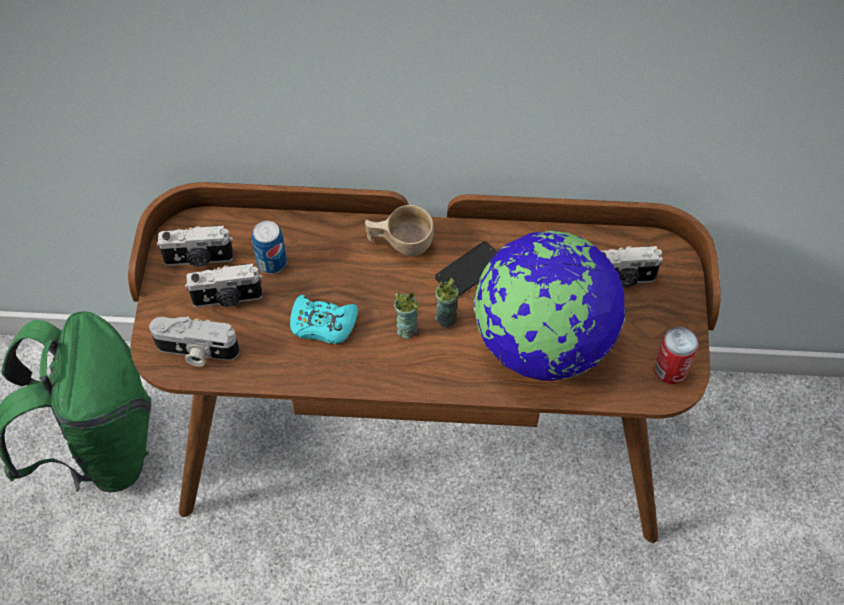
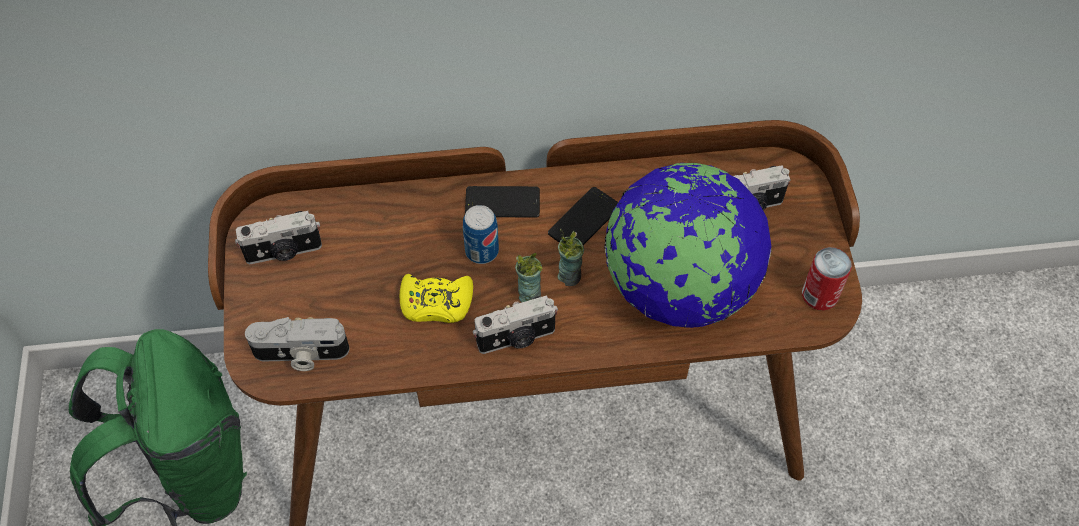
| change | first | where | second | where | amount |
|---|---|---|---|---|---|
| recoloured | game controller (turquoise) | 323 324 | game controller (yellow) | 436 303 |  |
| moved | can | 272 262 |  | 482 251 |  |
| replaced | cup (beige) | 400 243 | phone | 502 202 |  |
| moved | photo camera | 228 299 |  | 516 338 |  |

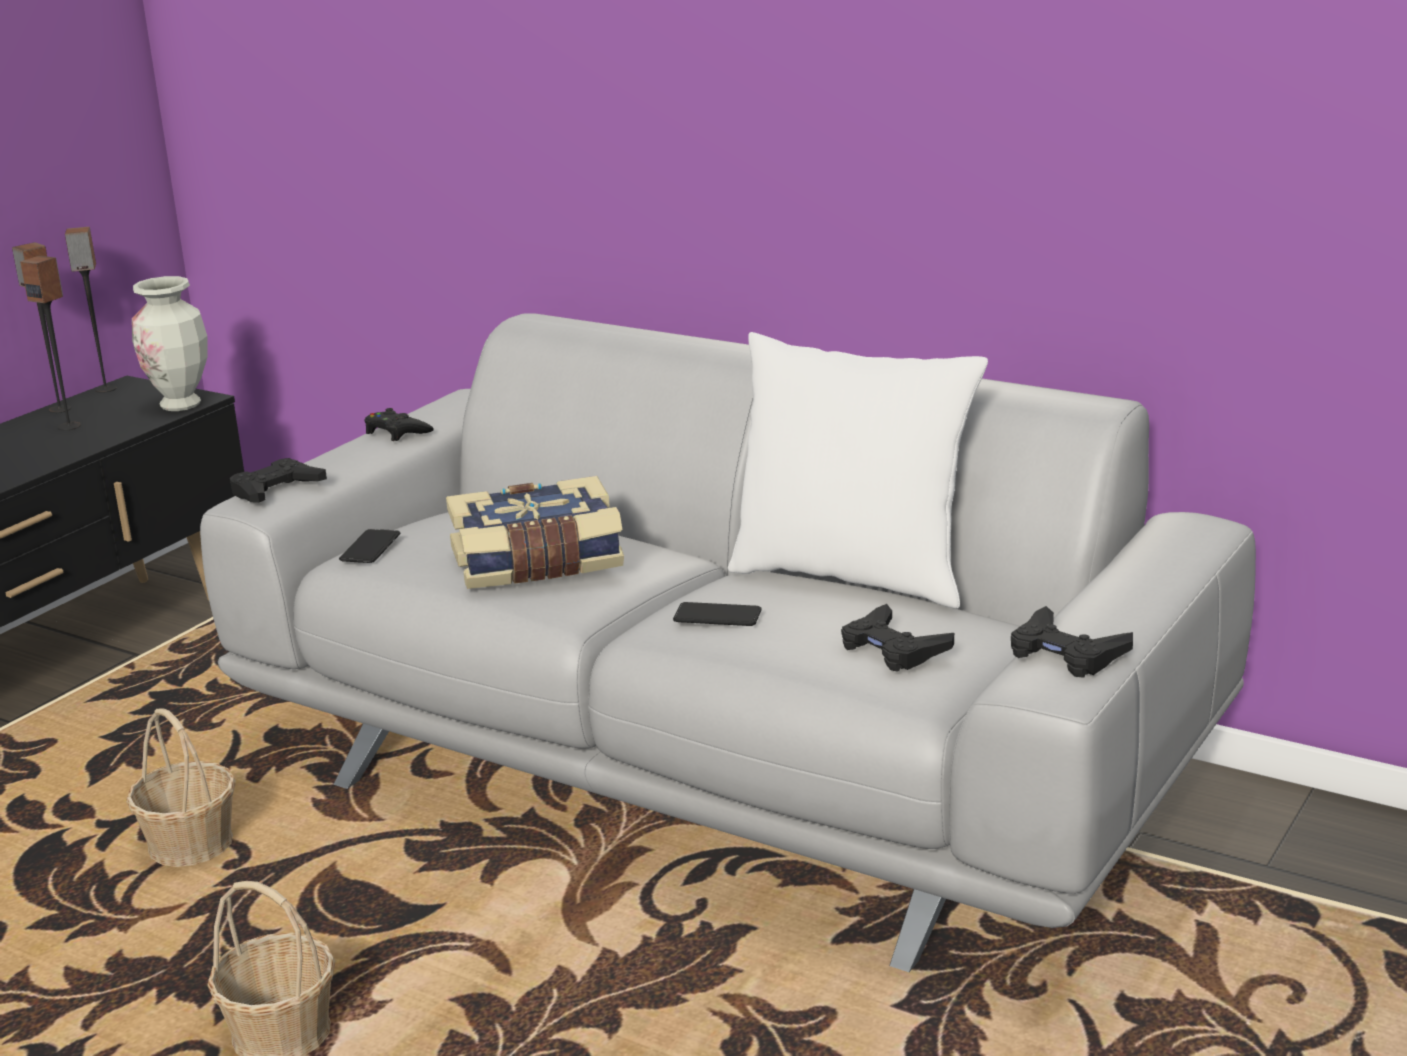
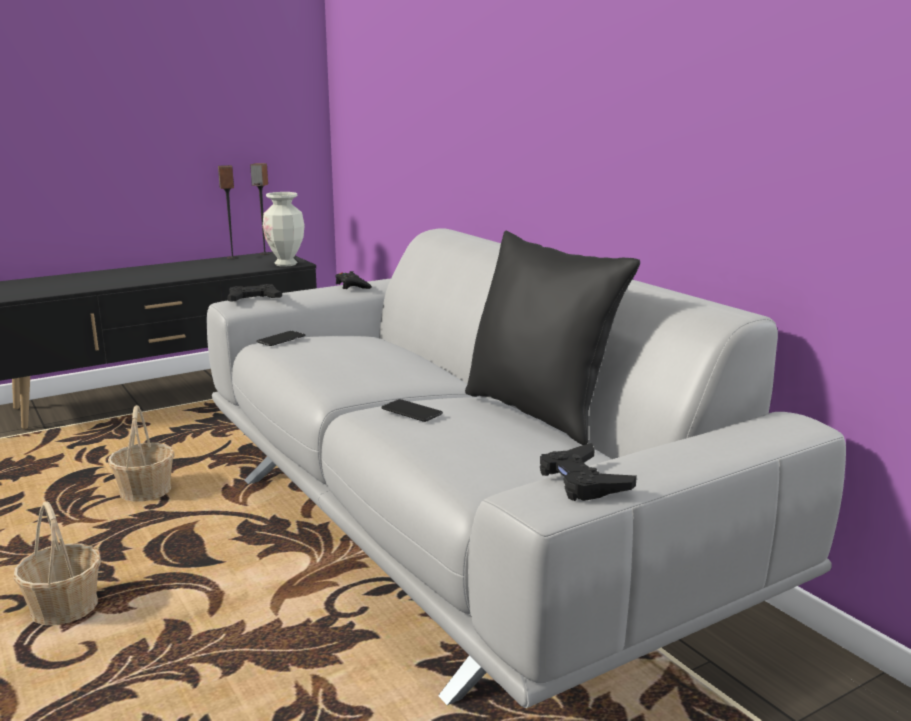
| change | first | where | second | where | amount |
|---|---|---|---|---|---|
| recoloured | pillow (white) | 853 576 | pillow (black) | 540 412 |  |
| removed | speaker | 69 426 |  |  |  |
| removed | book | 537 562 |  |  |  |
| removed | game controller (black) | 893 648 |  |  |  |

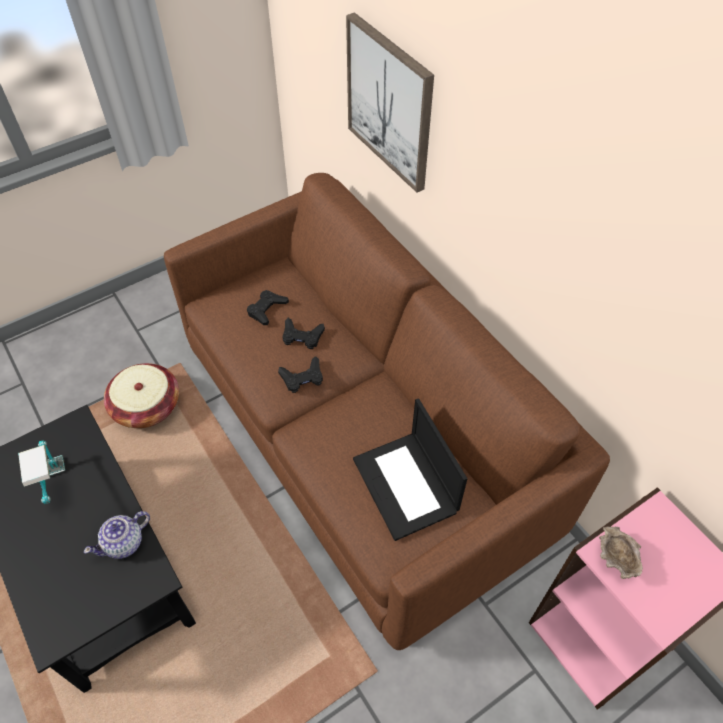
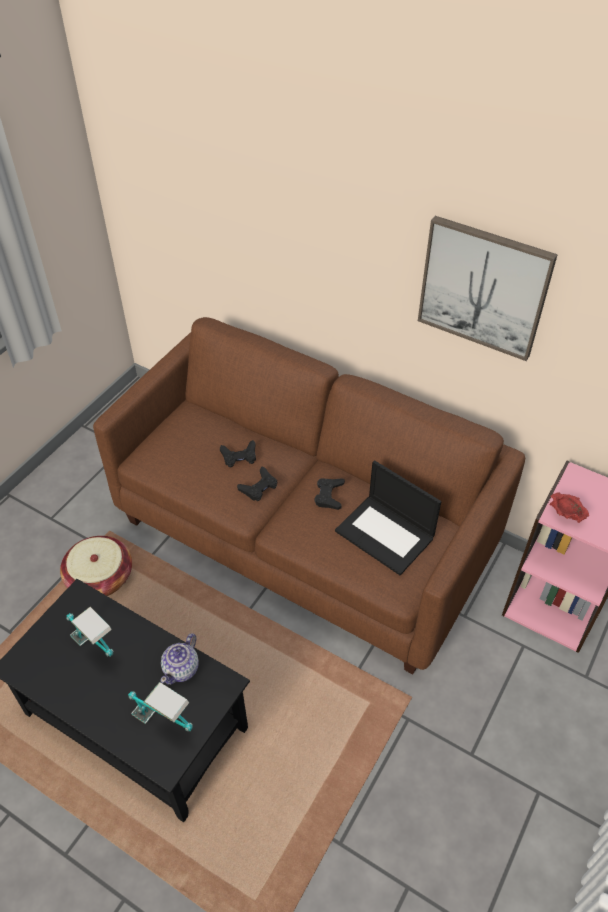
| change | first | where | second | where | amount |
|---|---|---|---|---|---|
| added |  |  | table lamp | 165 727 |  |
| moved | game controller (black) | 267 309 |  | 329 495 |  |
| moved | picture | 390 103 |  | 483 288 |  |
| recoloured | bowl (beige) | 615 559 | bowl (red) | 565 515 |  |

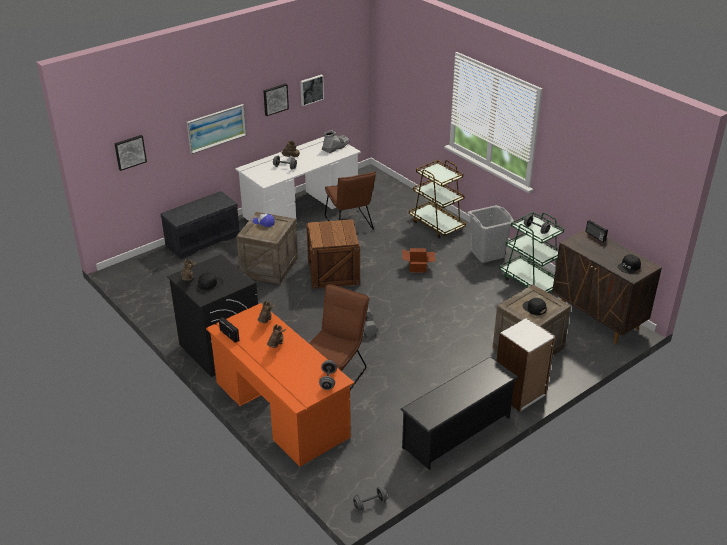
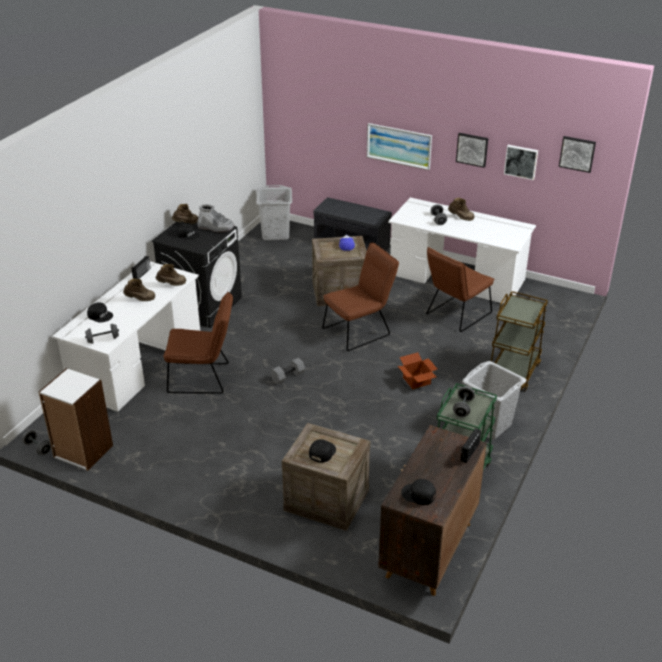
| change | first | where | second | where | amount |
|---|---|---|---|---|---|
| moved | bookcase (white) | 519 394 |  | 83 452 |  |
| recoloured | desk (orange) | 281 410 | desk (white) | 137 362 |  |
| added |  |  | cap (black) | 100 315 |  |
| moved | boot (grey) | 335 147 |  | 216 228 |  |
| added |  |  | laundry basket (grey) | 276 234 |  |
| replaced | crate | 333 273 | chair (brown) | 360 330 |  |
| moved | picture | 130 152 |  | 577 153 |  |
| removed | shoe rack (black) | 457 432 |  |  |  |

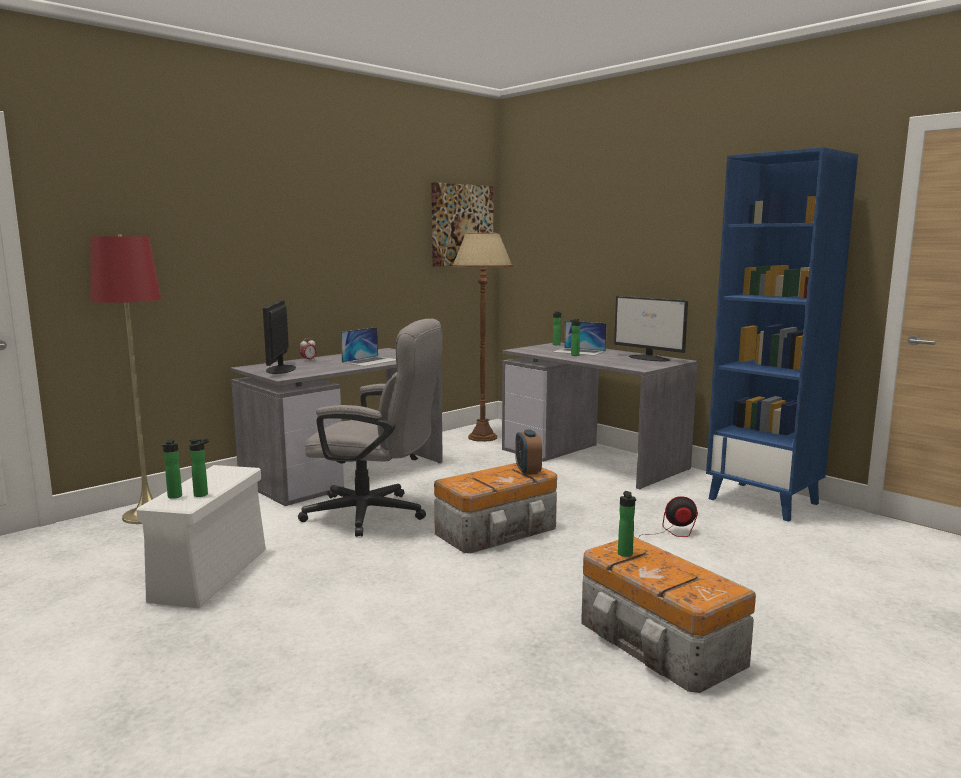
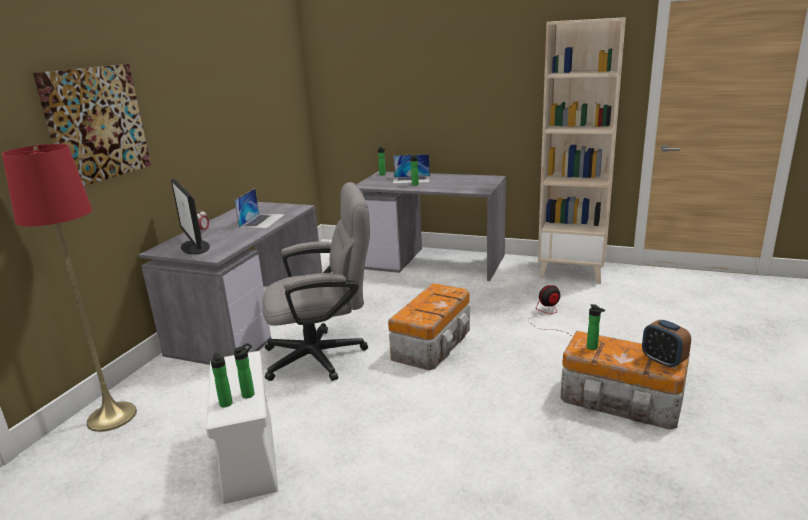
| change | first | where | second | where | amount |
|---|---|---|---|---|---|
| moved | picture | 461 225 |  | 95 124 |  |
| recoloured | bookcase (blue) | 764 501 | bookcase (beige) | 572 271 |  |
| moved | alarm clock | 528 471 |  | 663 361 |  |
| removed | floor lamp (brown) | 482 437 |  |  |  |
| removed | monitor | 649 358 |  |  |  |

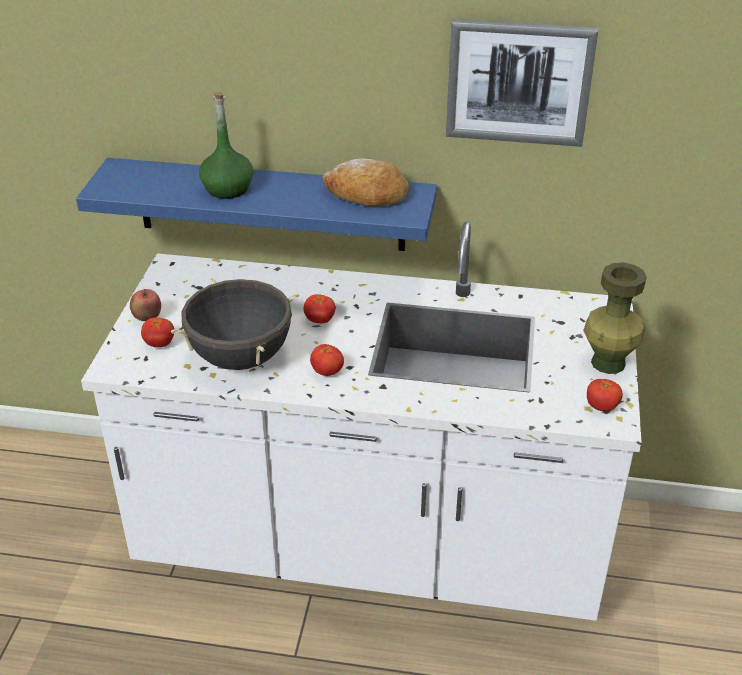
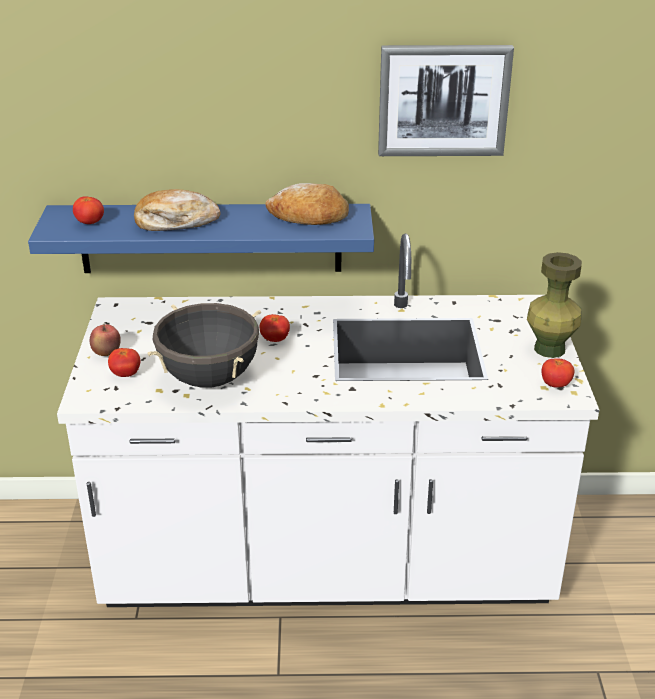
| change | first | where | second | where | amount |
|---|---|---|---|---|---|
| moved | tomato | 327 372 |  | 90 223 |  |
| replaced | bottle (green) | 228 189 | bread | 175 222 |  |

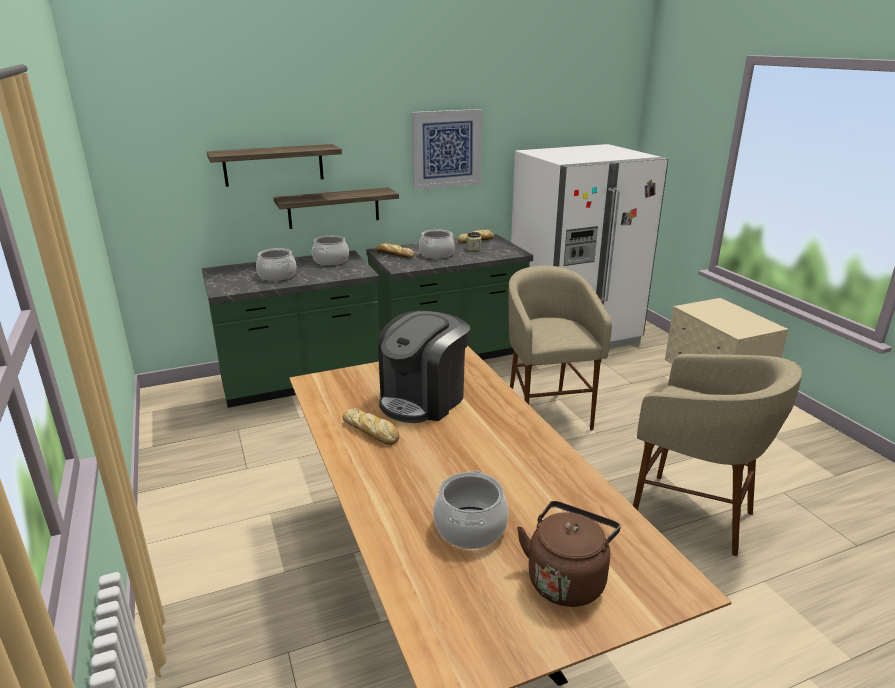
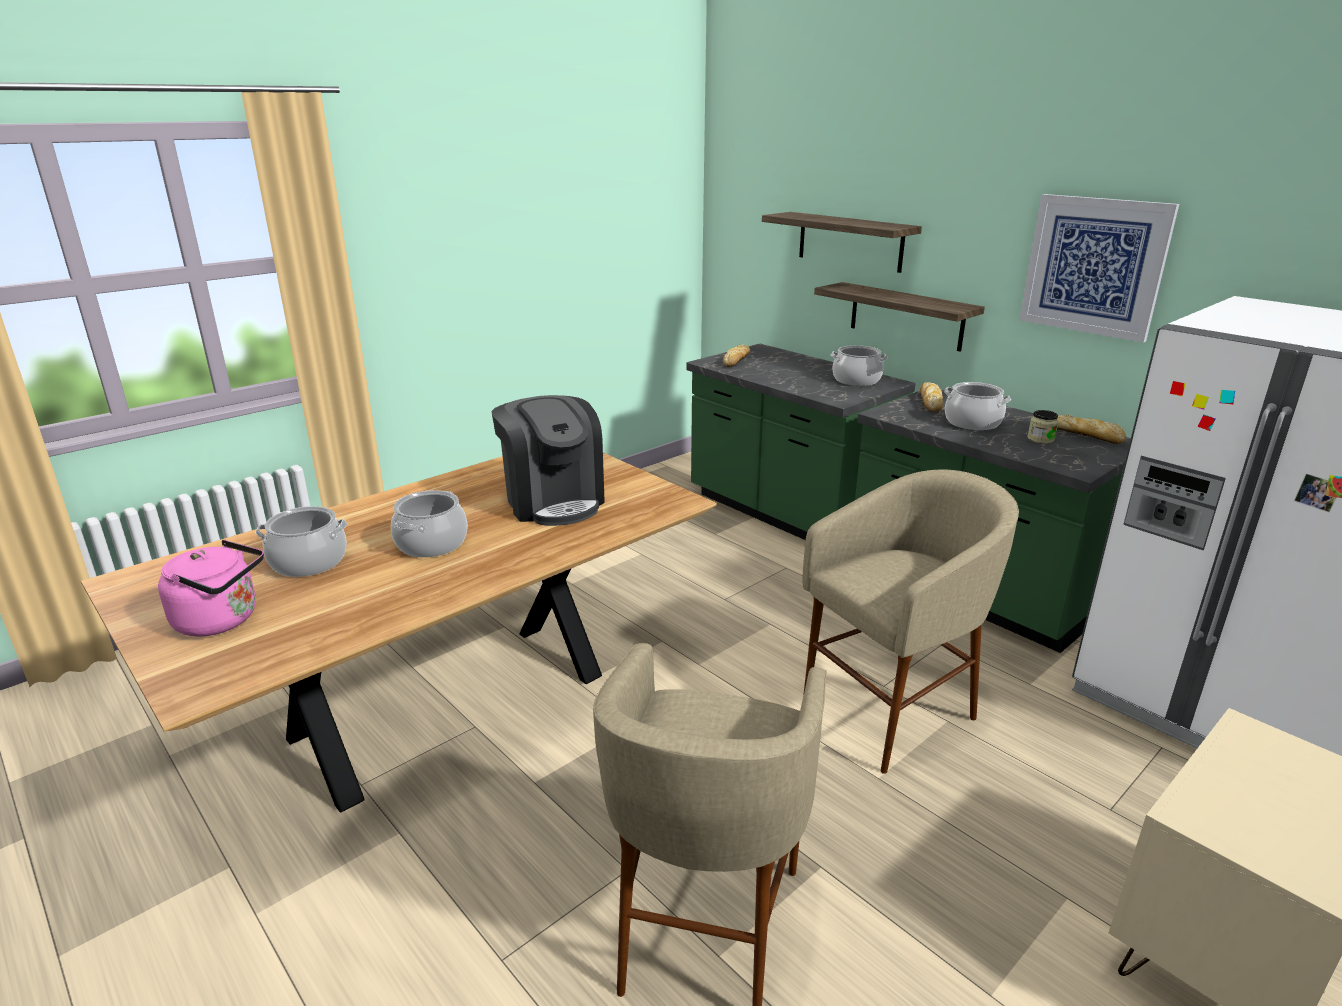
| change | first | where | second | where | amount |
|---|---|---|---|---|---|
| recoloured | kettle (brown) | 567 579 | kettle (pink) | 222 620 |  |
| moved | cooking pot | 277 276 |  | 431 543 |  |
| turned | coffee machine | 423 399 |  | 553 501 | 135 degrees counterclockwise |
| moved | bread | 371 431 |  | 736 360 |  |

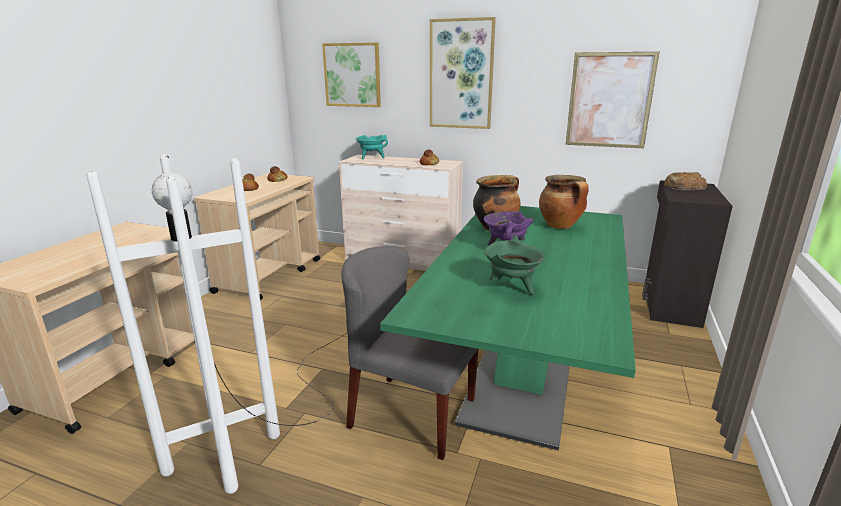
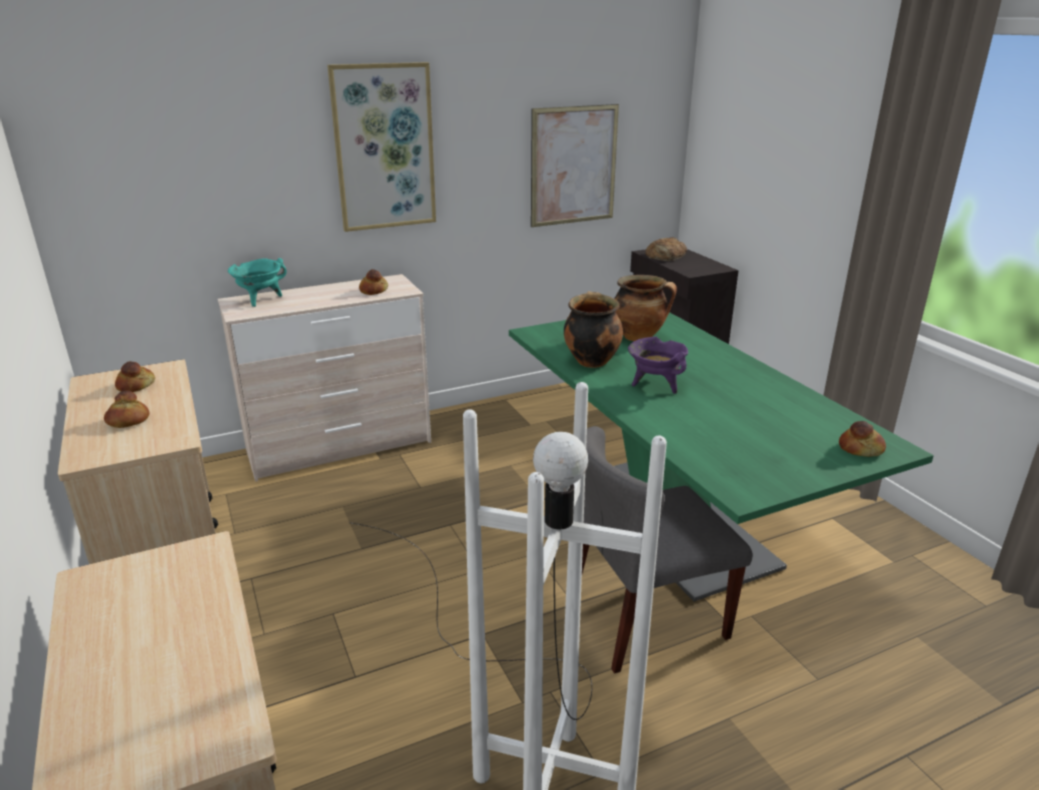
| change | first | where | second | where | amount |
|---|---|---|---|---|---|
| added |  |  | bread | 861 449 |  |
| removed | picture | 352 75 |  |  |  |
| removed | cooking pot (green) | 512 288 |  |  |  |

